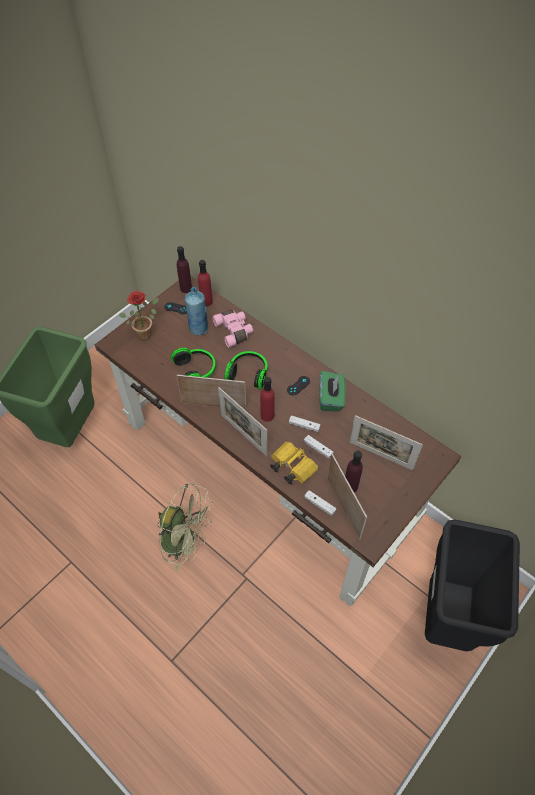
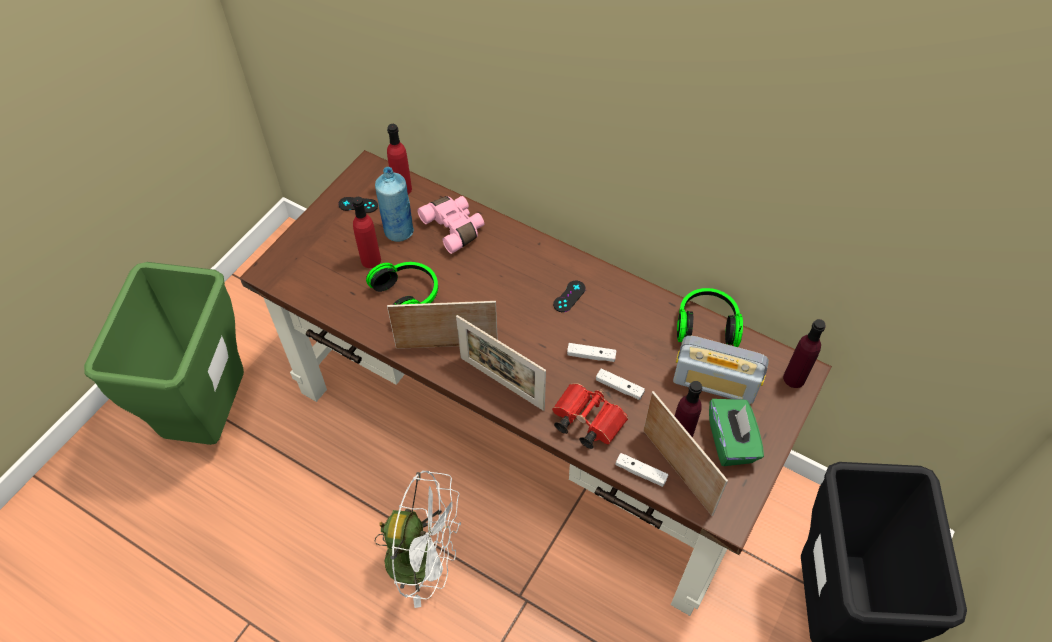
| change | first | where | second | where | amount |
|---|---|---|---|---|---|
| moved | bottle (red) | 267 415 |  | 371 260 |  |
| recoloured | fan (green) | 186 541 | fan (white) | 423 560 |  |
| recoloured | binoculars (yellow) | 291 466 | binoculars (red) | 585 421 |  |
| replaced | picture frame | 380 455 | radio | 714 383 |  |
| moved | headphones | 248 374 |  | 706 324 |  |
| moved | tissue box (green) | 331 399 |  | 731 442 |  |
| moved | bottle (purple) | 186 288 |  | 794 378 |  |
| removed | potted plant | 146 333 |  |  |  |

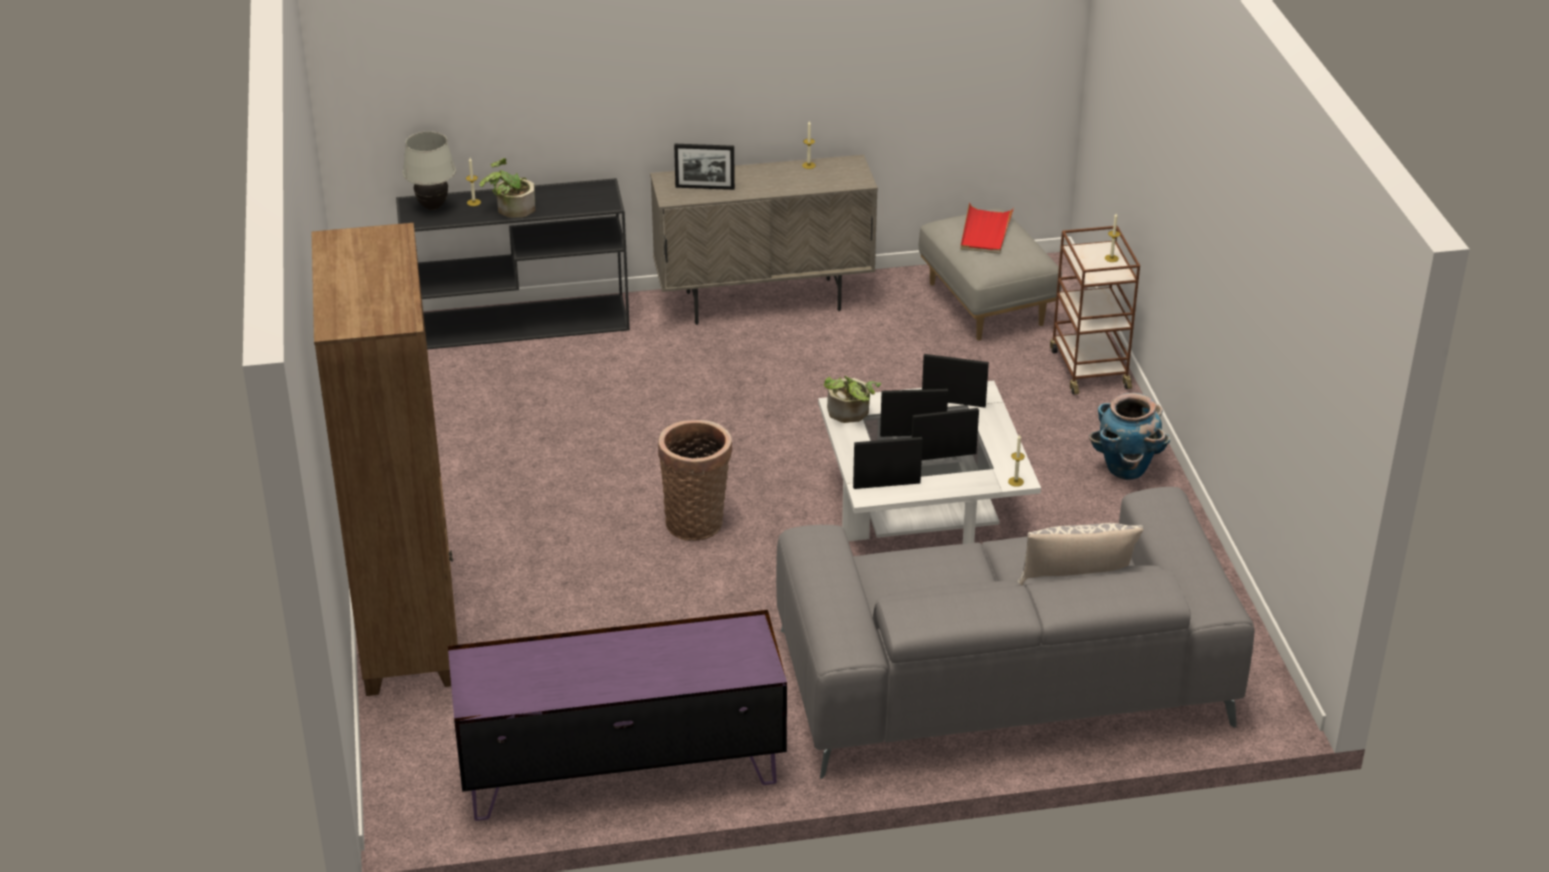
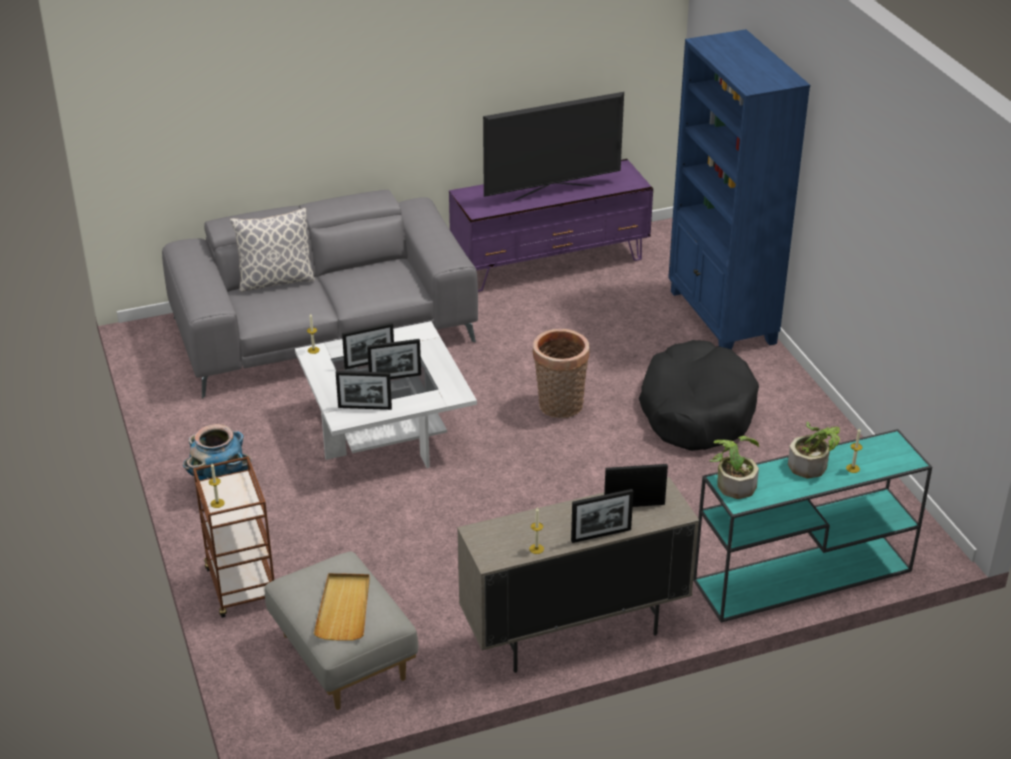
| change | first | where | second | where | amount |
|---|---|---|---|---|---|
| recoloured | tray (red) | 985 232 | tray (beige) | 344 608 |  |
| added |  |  | television | 552 193 |  |
| moved | picture frame | 886 485 |  | 601 535 |  |
| added |  |  | dog bed (black) | 696 410 |  |
| recoloured | bookcase (brown) | 409 629 | bookcase (blue) | 721 318 |  |
| recoloured | console table (black) | 521 322 | console table (turquoise) | 800 576 |  |
| moved | potted plant | 849 414 |  | 733 482 |  |
| removed | table lamp (white) | 432 207 |  |  |  |

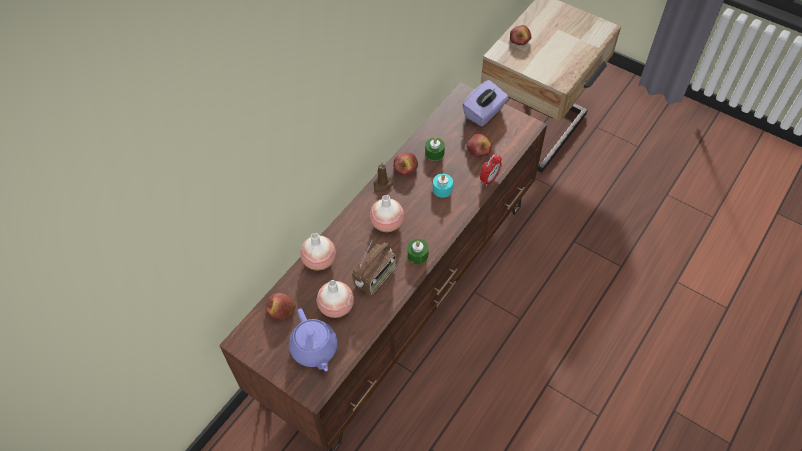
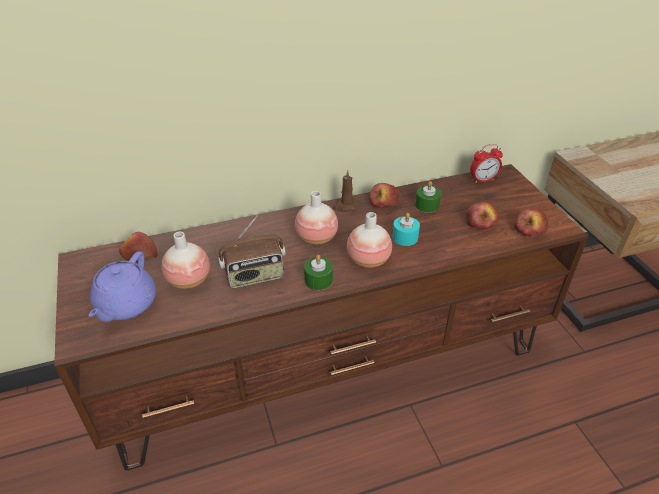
| change | first | where | second | where | amount |
|---|---|---|---|---|---|
| moved | vase | 319 261 |  | 368 260 |  |
| moved | alarm clock | 489 179 |  | 483 180 |  |
| moved | apple | 519 40 |  | 529 230 |  |
| removed | tissue box (purple) | 484 113 |  |  |  |

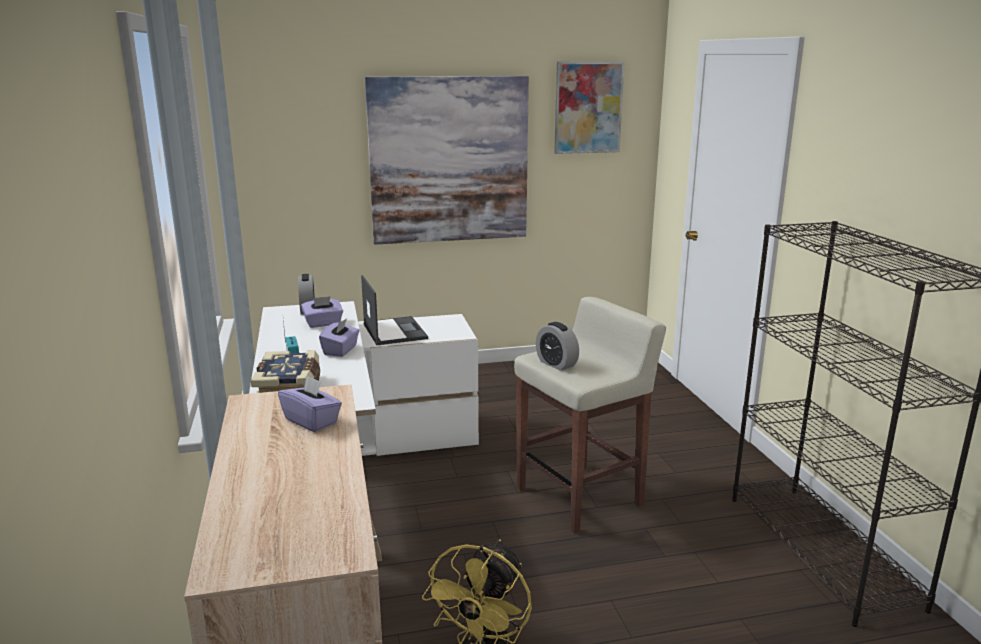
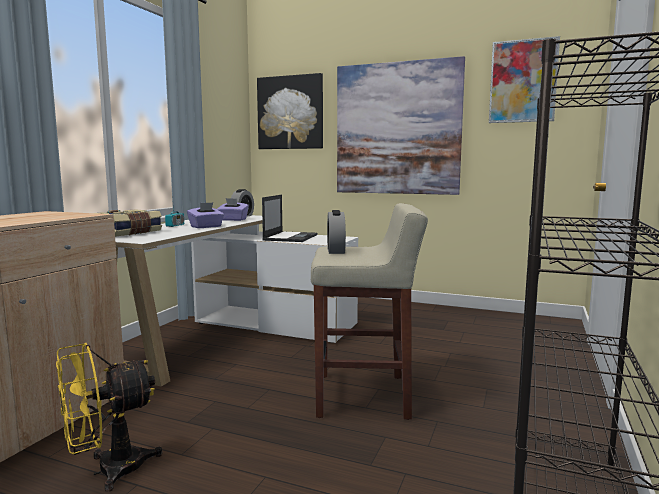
| change | first | where | second | where | amount |
|---|---|---|---|---|---|
| added |  |  | picture | 290 113 |  |
| removed | tissue box (purple) | 312 421 |  |  |  |

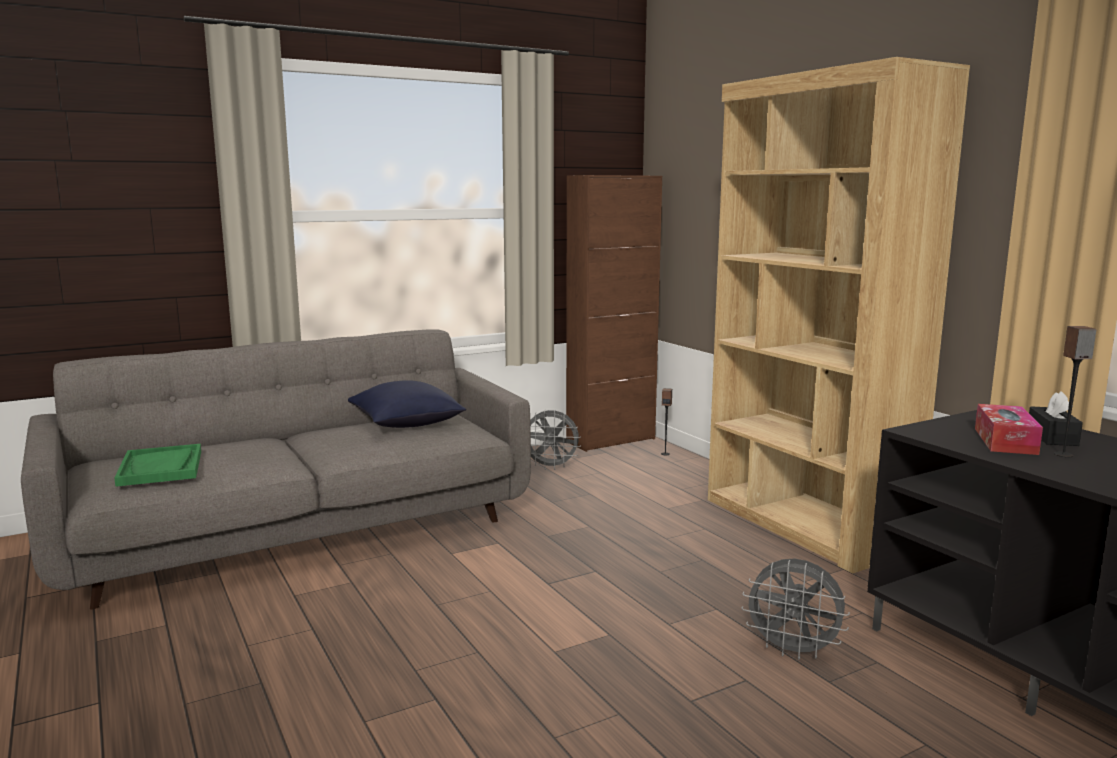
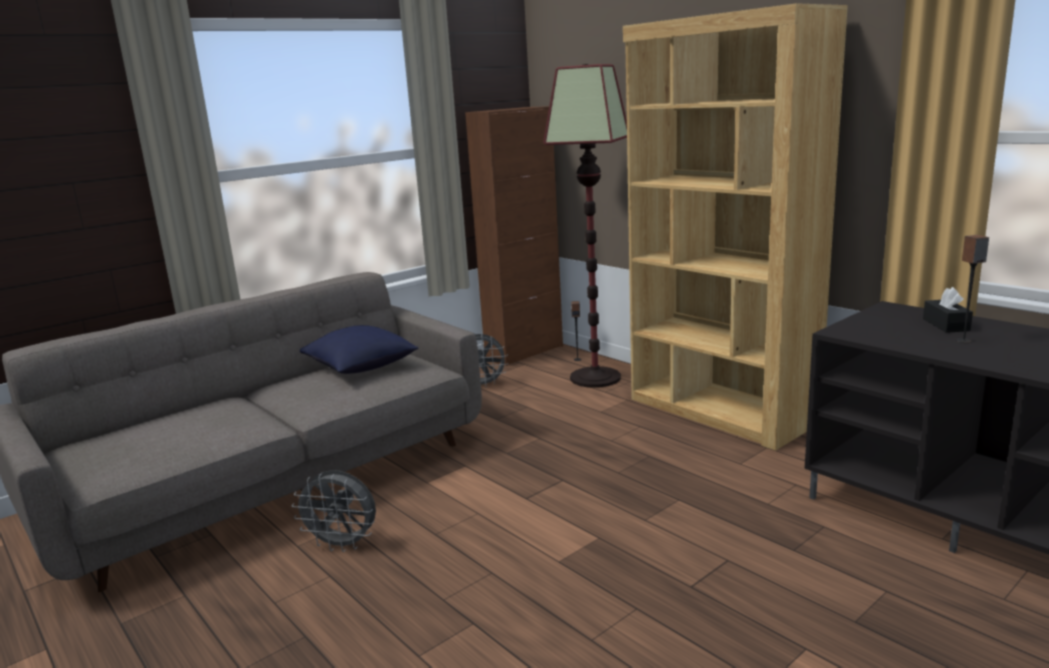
| change | first | where | second | where | amount |
|---|---|---|---|---|---|
| moved | fan (grey) | 793 651 |  | 343 545 |  |
| added |  |  | floor lamp | 595 377 |  |
| removed | tray (green) | 161 468 |  |  |  |
| removed | tissue box | 1005 441 |  |  |  |

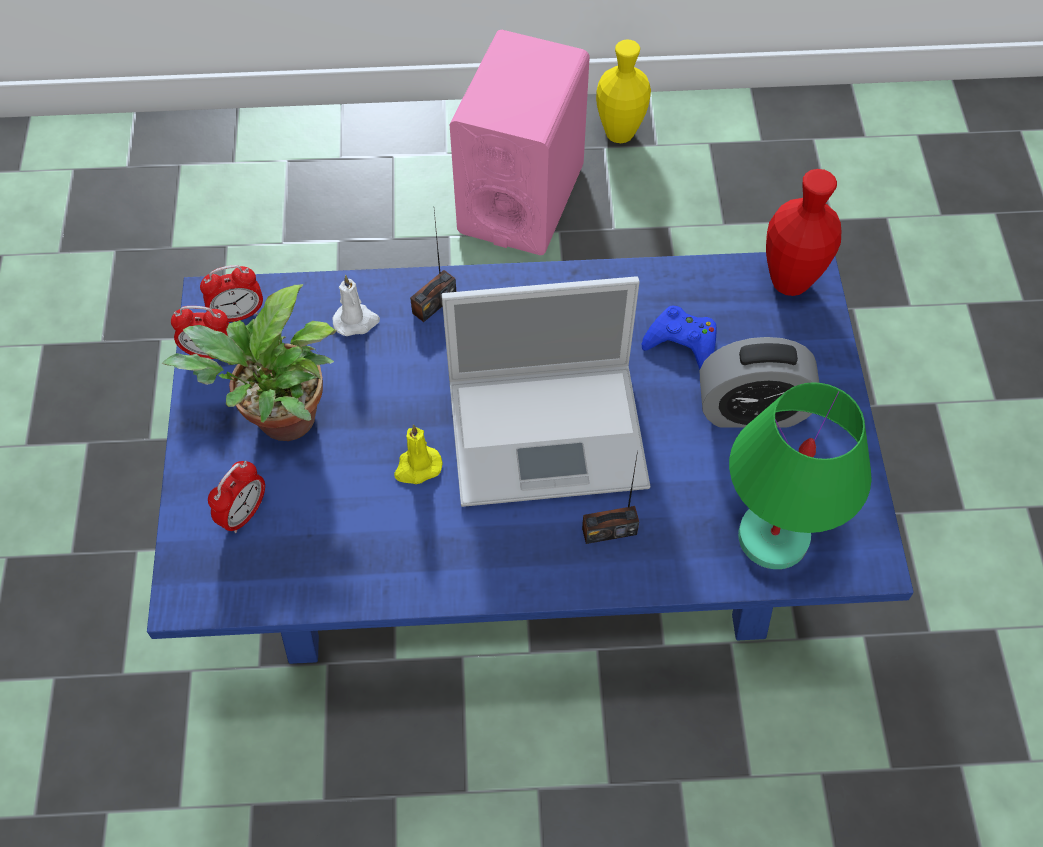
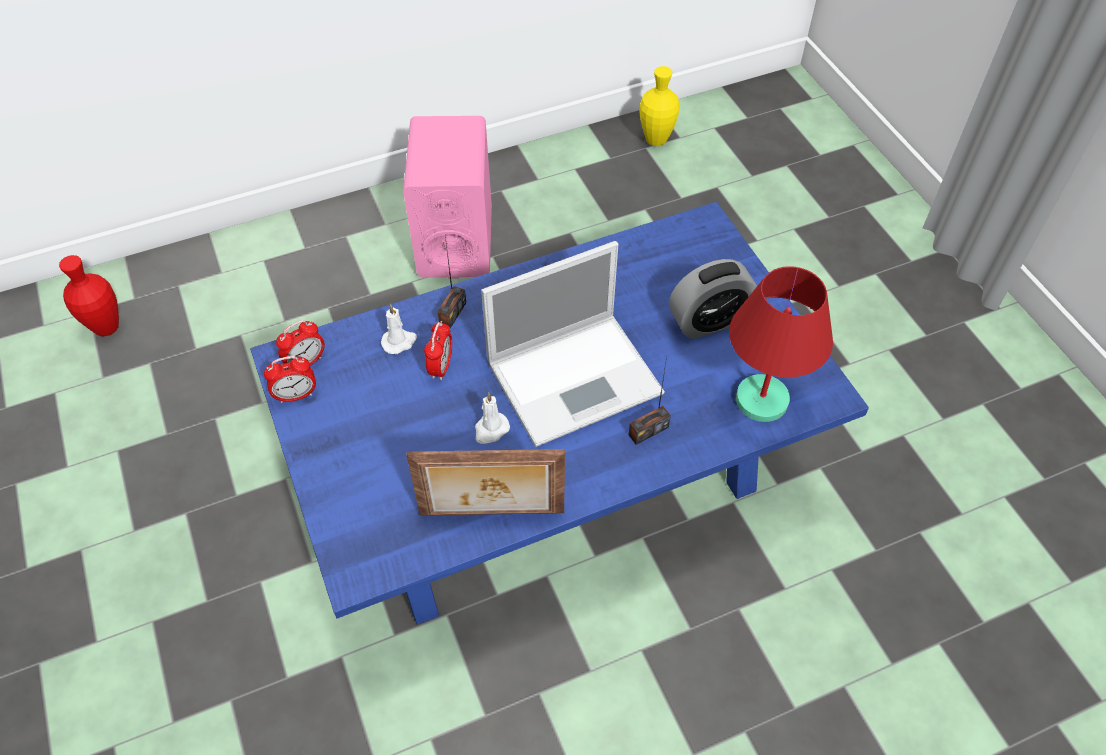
| change | first | where | second | where | amount |
|---|---|---|---|---|---|
| moved | vase (red) | 789 282 |  | 107 328 |  |
| added |  |  | picture frame | 492 515 |  |
| moved | alarm clock | 244 514 |  | 441 367 |  |
| recoloured | candle (yellow) | 417 467 | candle (white) | 490 430 |  |
| moved | vase (yellow) | 619 134 |  | 656 140 |  |
| recoloured | table lamp (green) | 775 537 | table lamp (red) | 762 400 |  |
| removed | potted plant | 280 423 |  |  |  |
| removed | game controller (blue) | 682 342 |  |  |  |

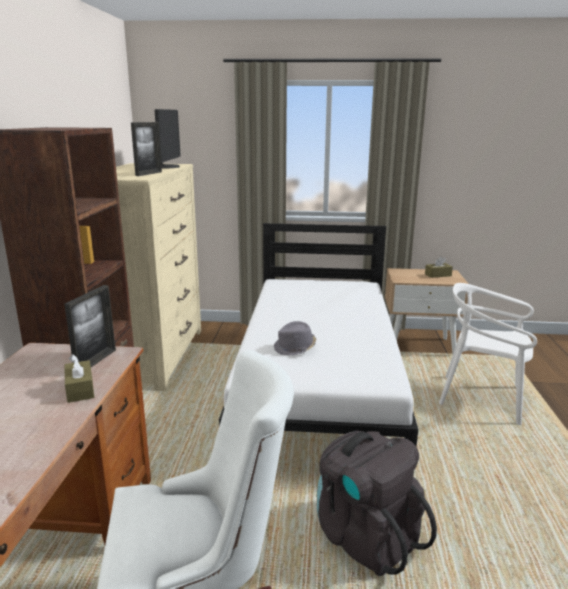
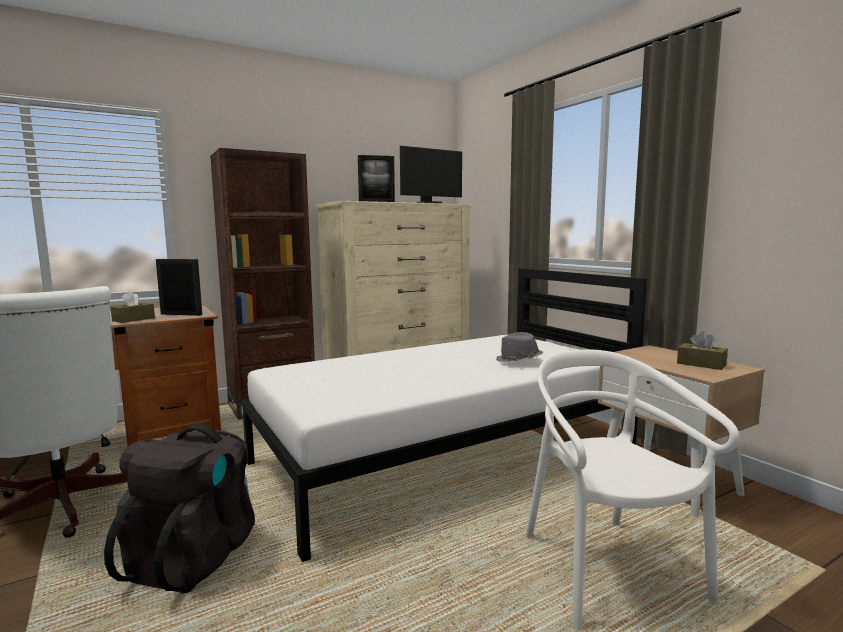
| change | first | where | second | where | amount |
|---|---|---|---|---|---|
| turned | picture frame | 96 361 |  | 181 314 | 150 degrees counterclockwise |
| moved | hat (grey) | 295 348 |  | 518 360 |  |

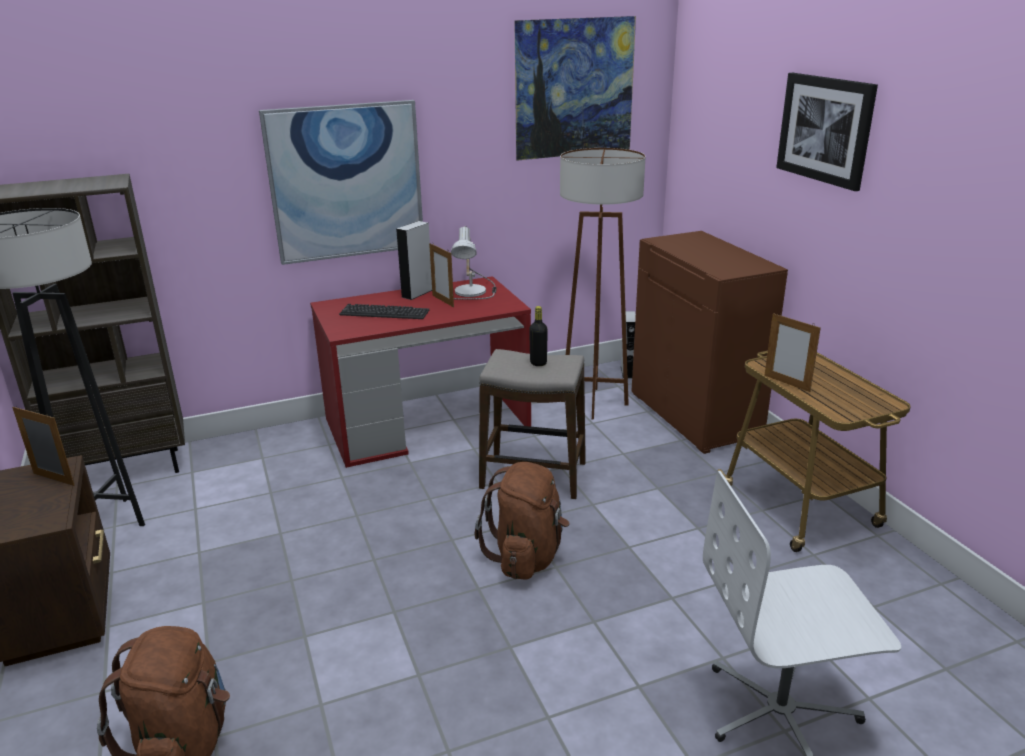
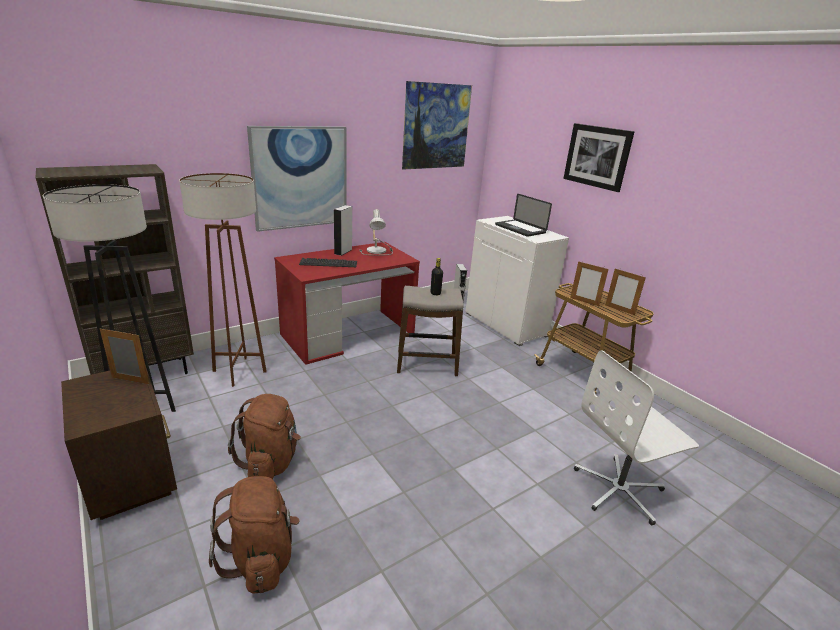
| change | first | where | second | where | amount |
|---|---|---|---|---|---|
| moved | floor lamp (brown) | 594 403 |  | 239 371 |  |
| moved | backpack (brown) | 526 556 |  | 271 462 |  |
| recoloured | cabinet (brown) | 696 415 | cabinet (white) | 506 324 |  |
| added |  |  | laptop | 520 229 |  |
| moved | picture frame | 443 301 |  | 619 310 |  |

